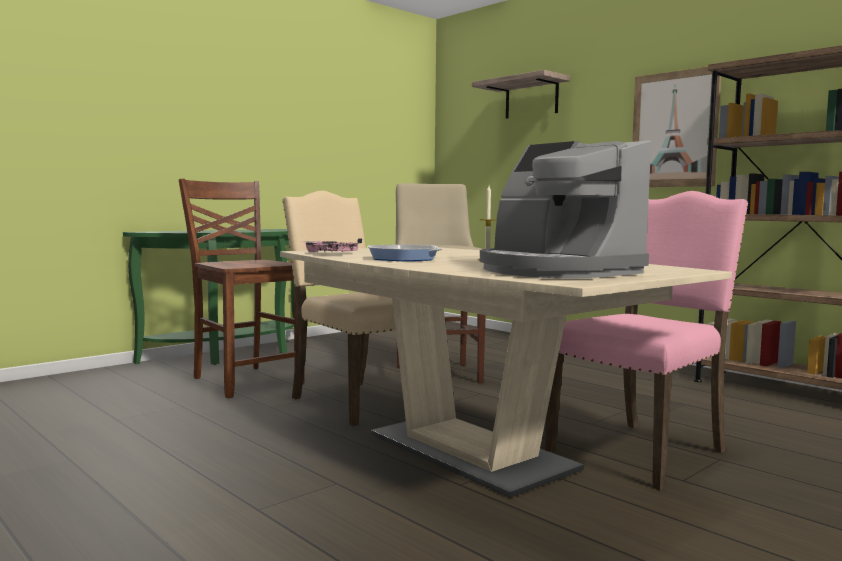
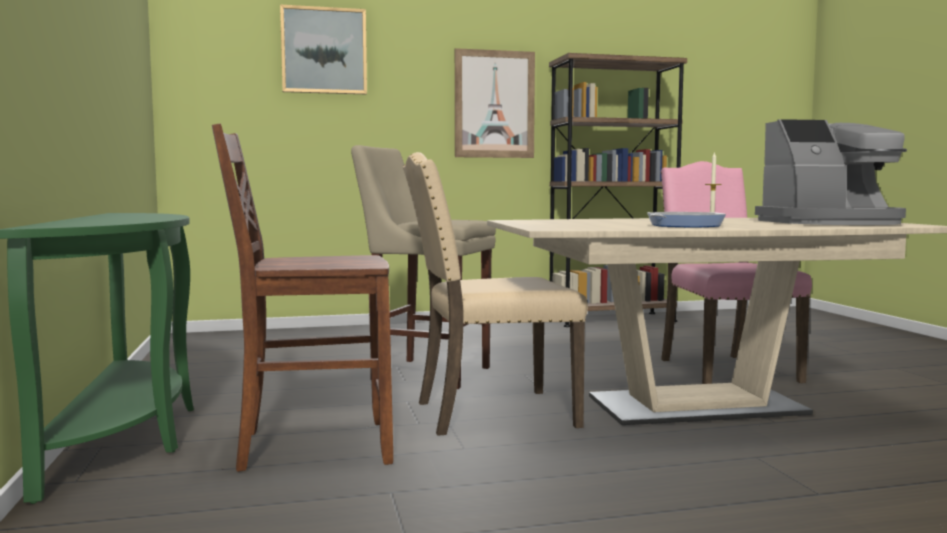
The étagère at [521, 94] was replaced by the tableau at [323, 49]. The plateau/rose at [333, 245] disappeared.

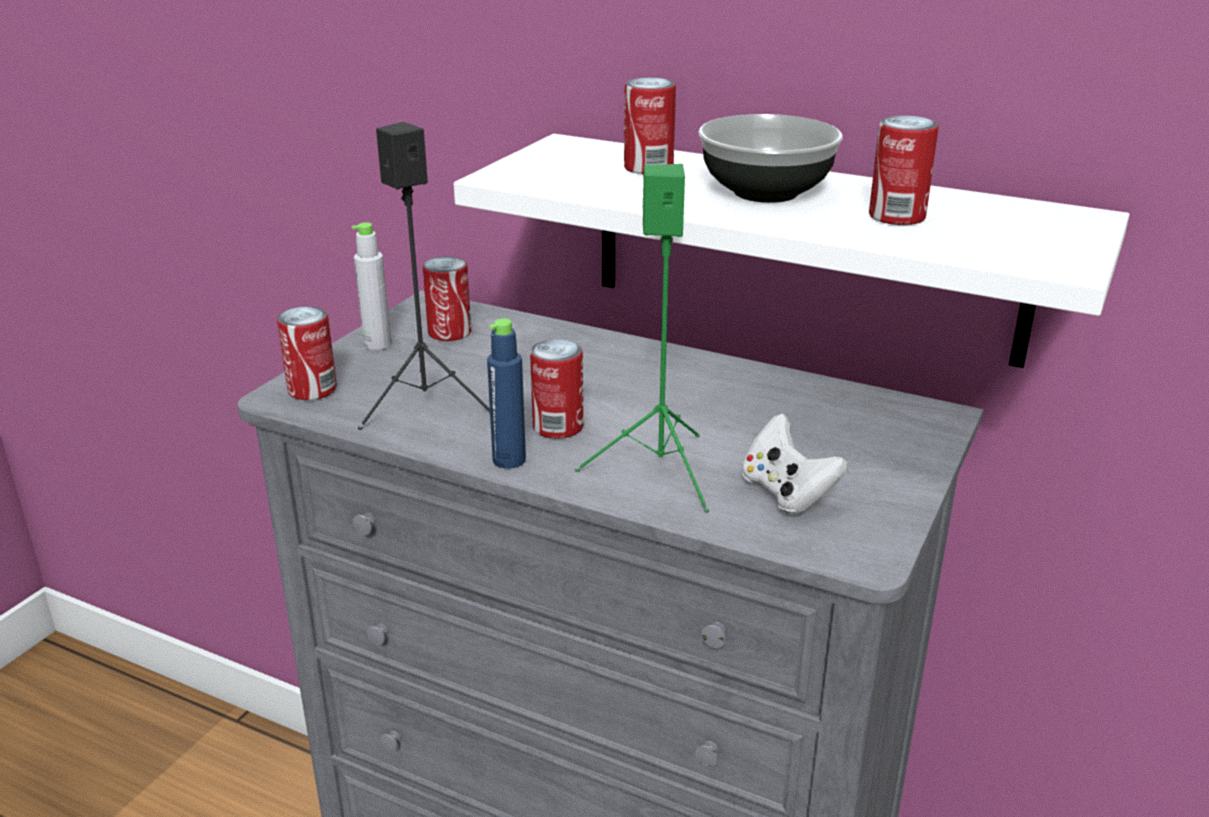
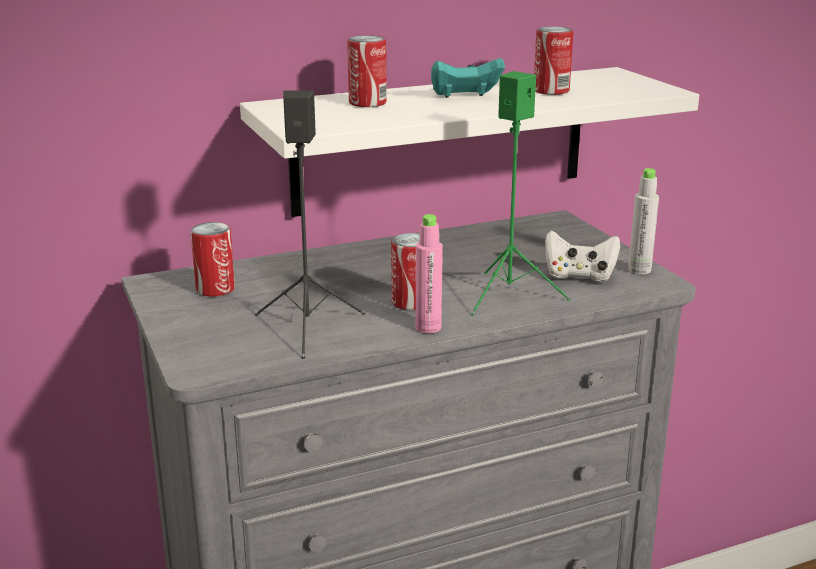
The bouteille/bleu at [506, 393] became the bouteille/rose at [429, 273]. The bol at [770, 158] was replaced by the manette/turquoise at [468, 78]. The bouteille/gris moved from [371, 286] to [643, 221]. The boîte métallique at [307, 353] disappeared.

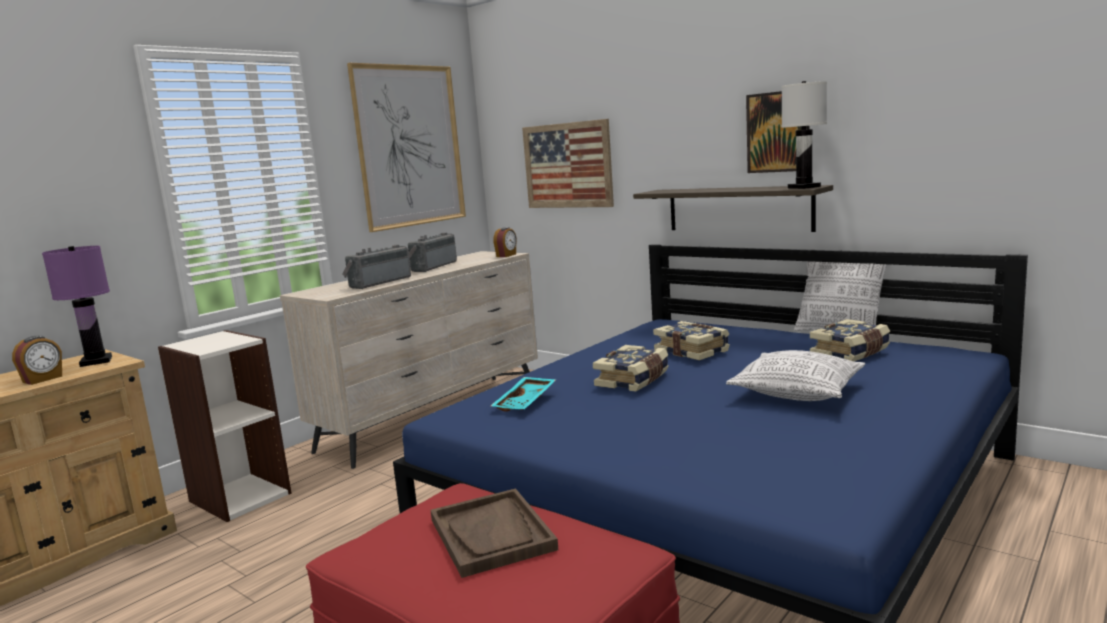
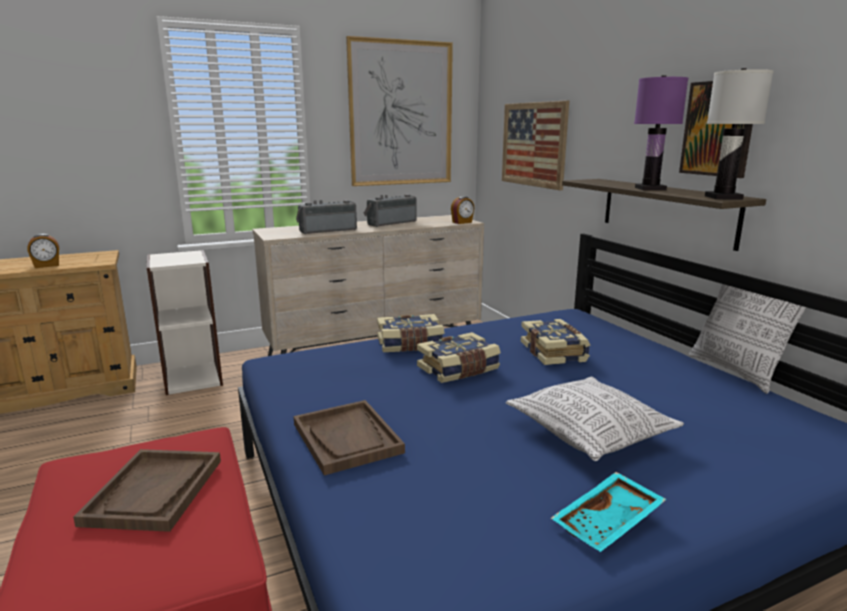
The plateau/marron at [349, 437] appeared. The livre moved from [850, 340] to [410, 333]. The plateau/turquoise moved from [524, 394] to [609, 512]. The lampe de table/violet moved from [77, 306] to [661, 132].

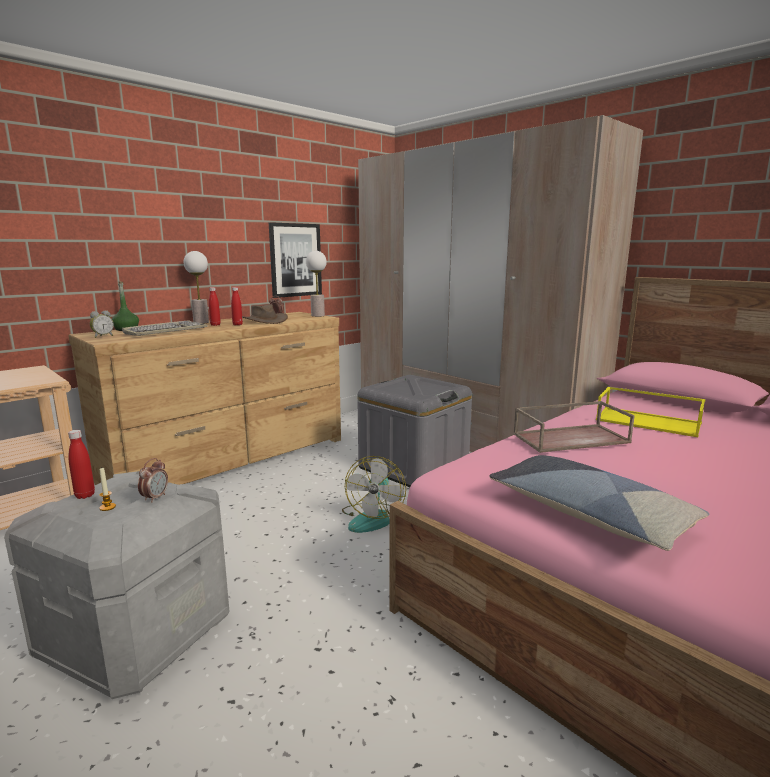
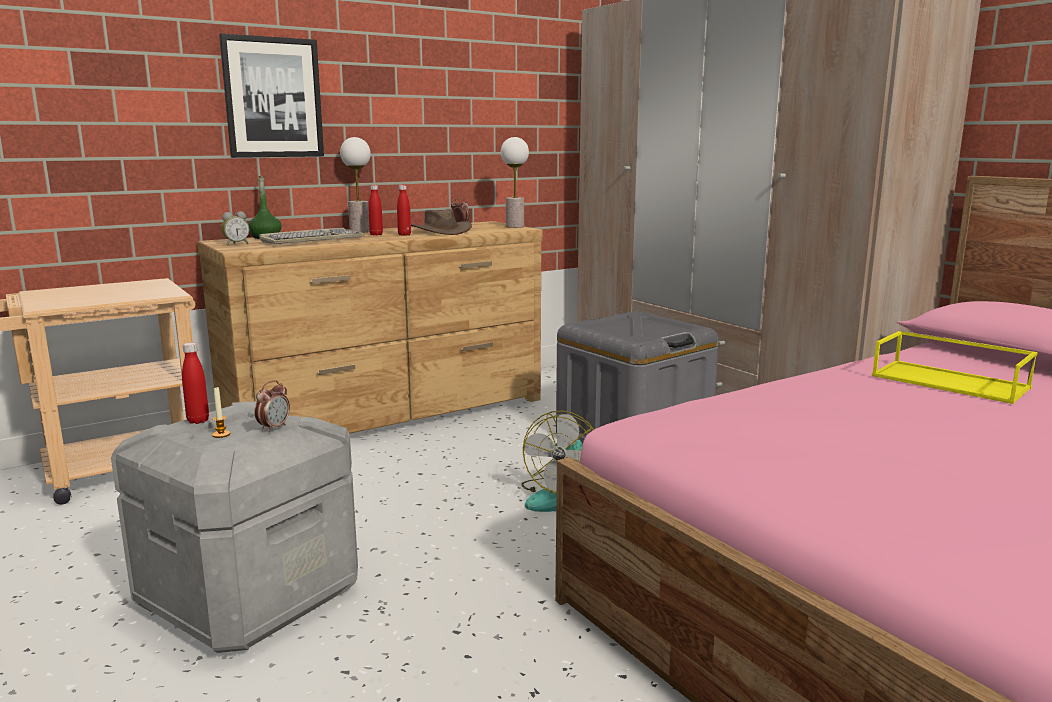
The tableau moved from [295, 260] to [271, 96]. The coussin at [599, 503] disappeared. The plateau/marron at [574, 427] disappeared.

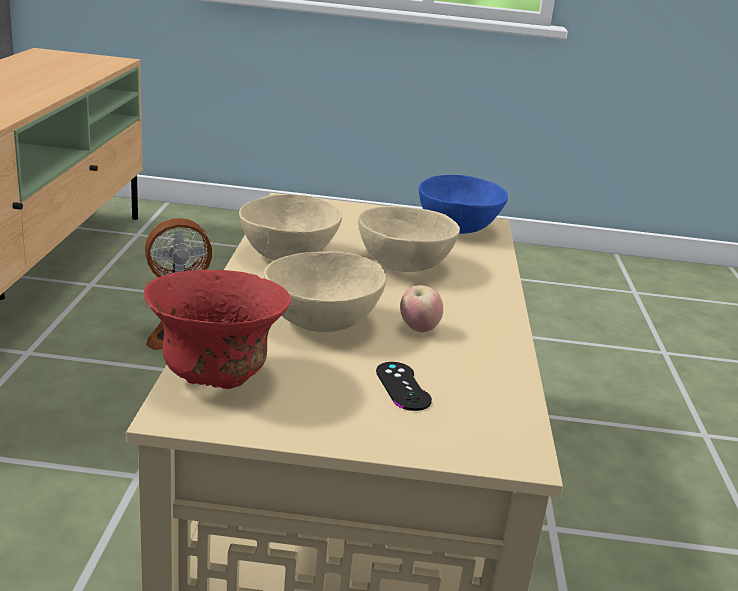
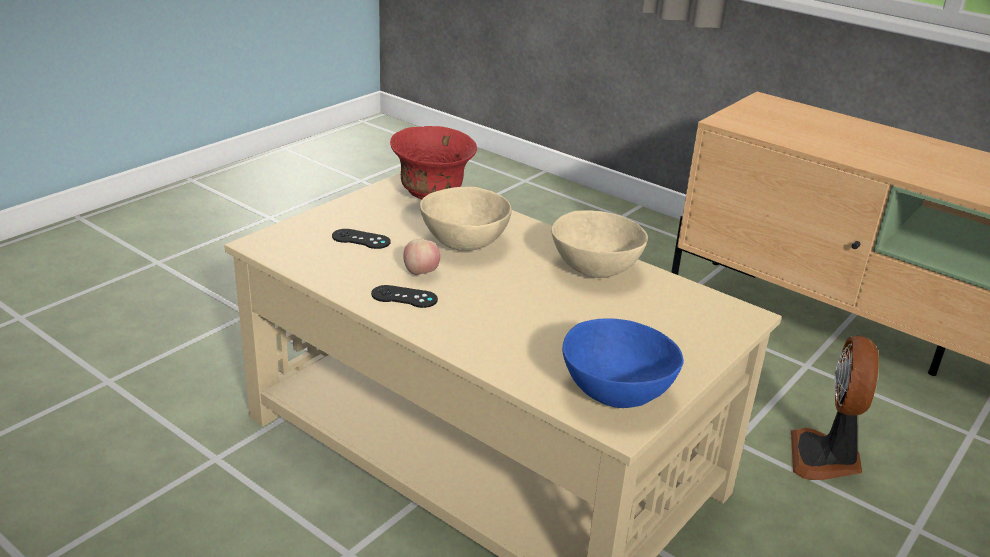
The manette/noir at [404, 296] appeared. The bol/beige at [409, 239] disappeared.

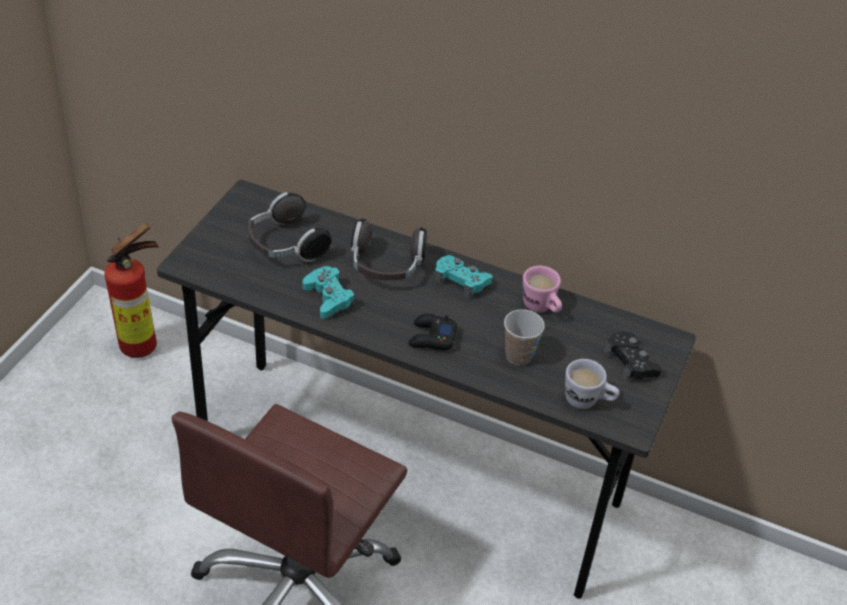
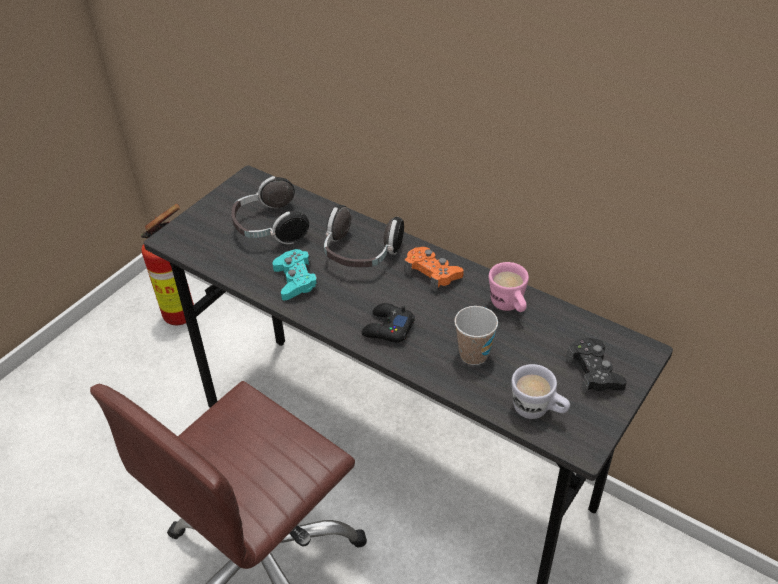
The manette/turquoise at [463, 277] became the manette/orange at [434, 269].

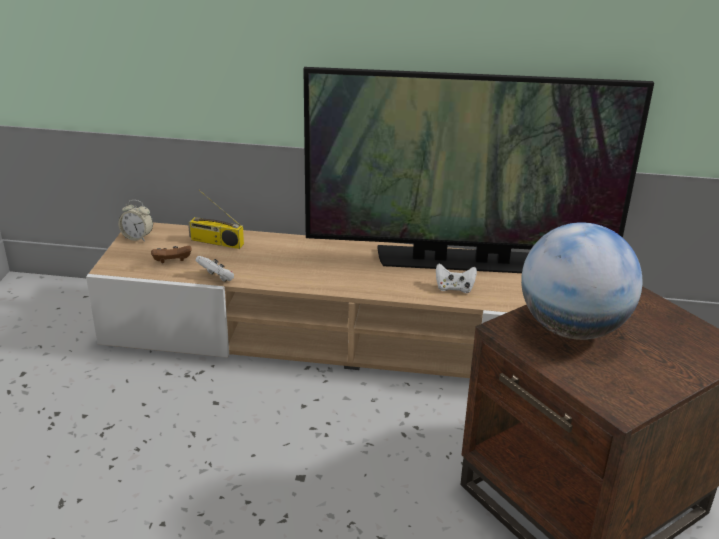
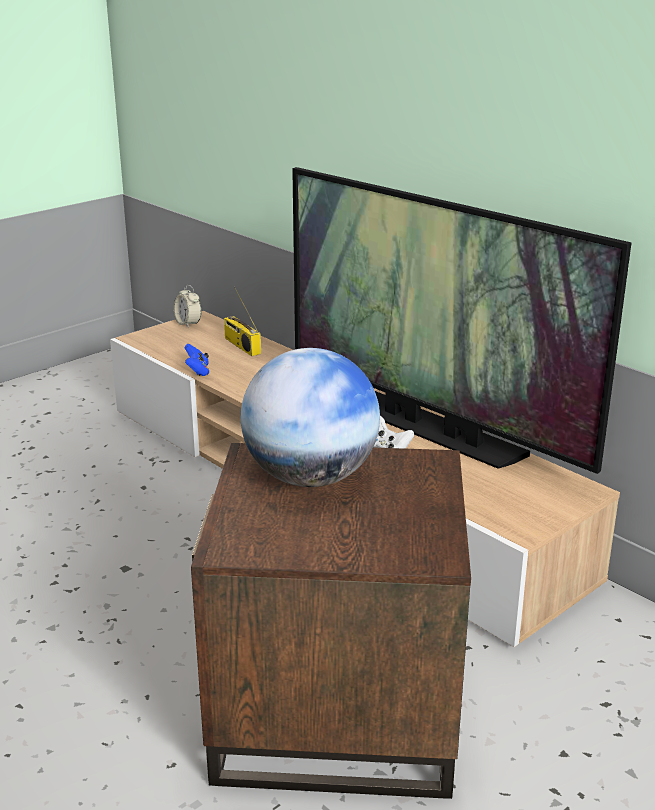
The manette/blanc at [215, 269] became the manette/bleu at [197, 360]. The manette/marron at [171, 254] disappeared.

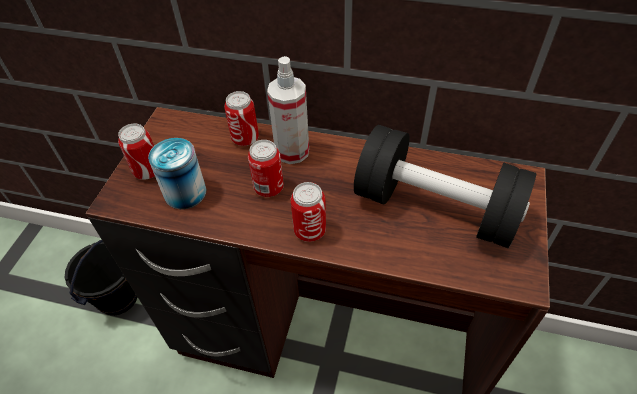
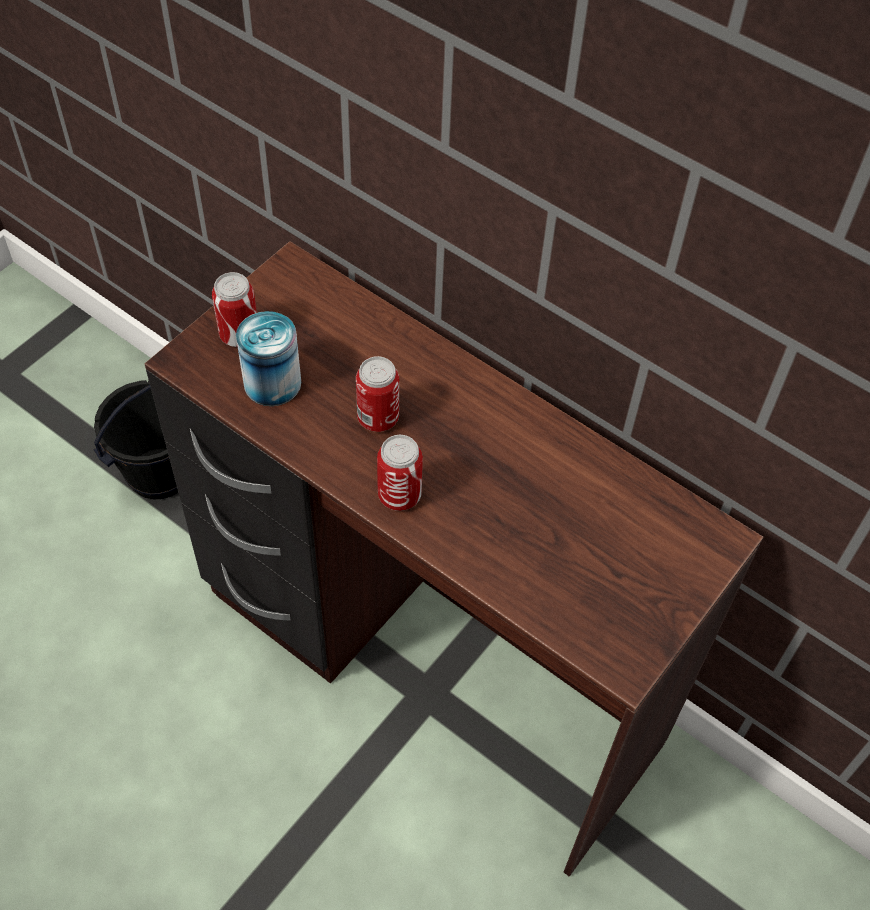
The boîte métallique at [241, 118] disappeared. The vaporisateur at [288, 110] disappeared. The haltère/noir at [445, 186] disappeared.

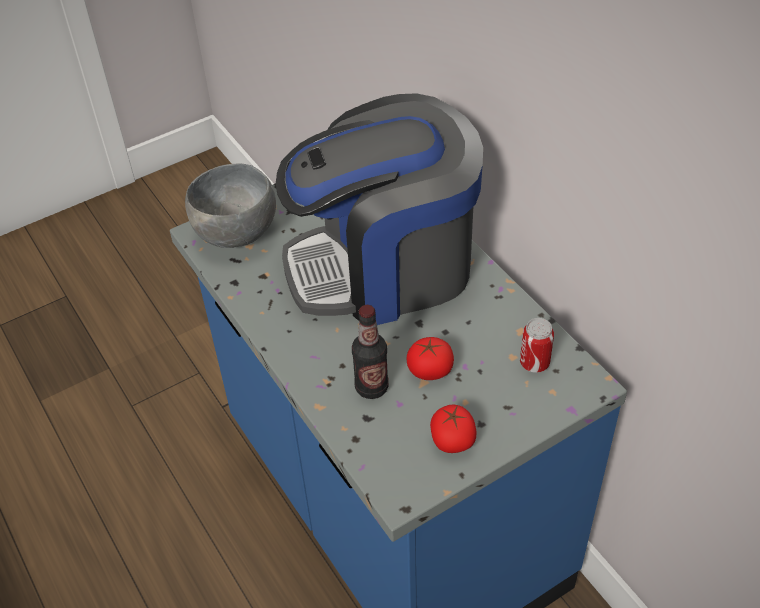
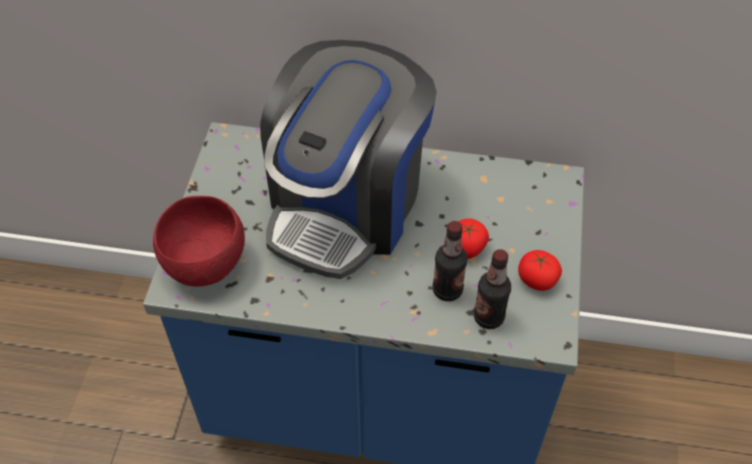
The bol/gris at [230, 205] became the bol/rouge at [199, 241]. The bouteille at [492, 289] appeared. The boîte métallique at [537, 345] disappeared.

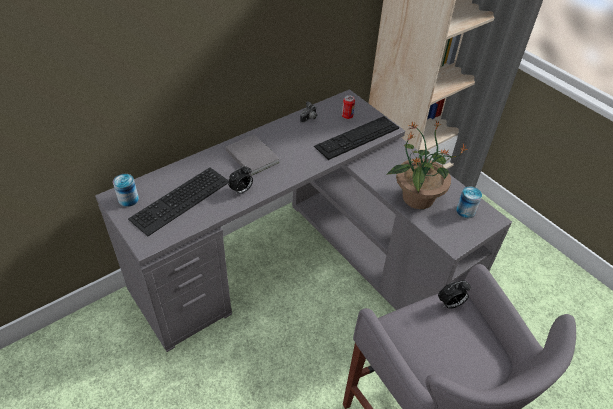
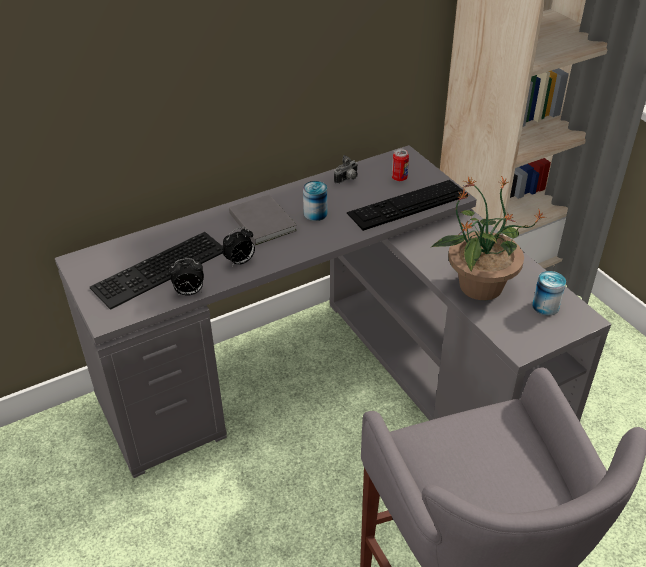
The réveil moved from [454, 294] to [186, 277]. The boîte métallique moved from [126, 190] to [315, 201].

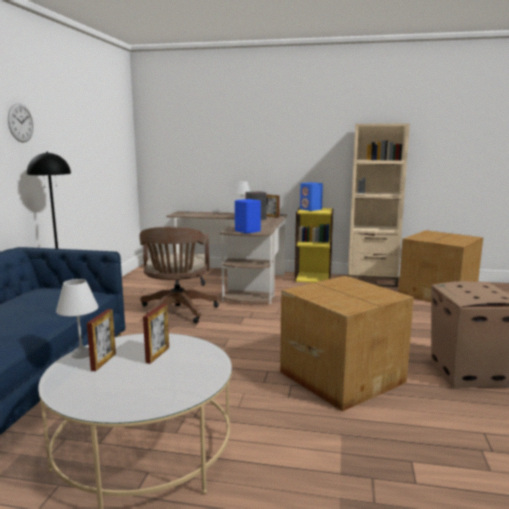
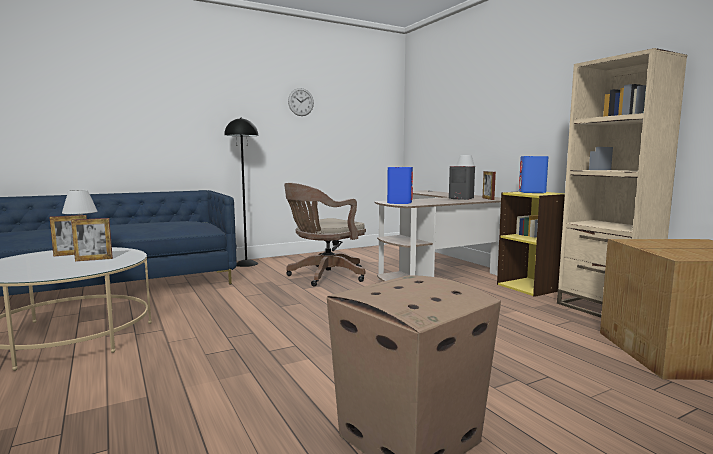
The horloge murale moved from [21, 123] to [301, 102]. The carton at [347, 344] disappeared.

